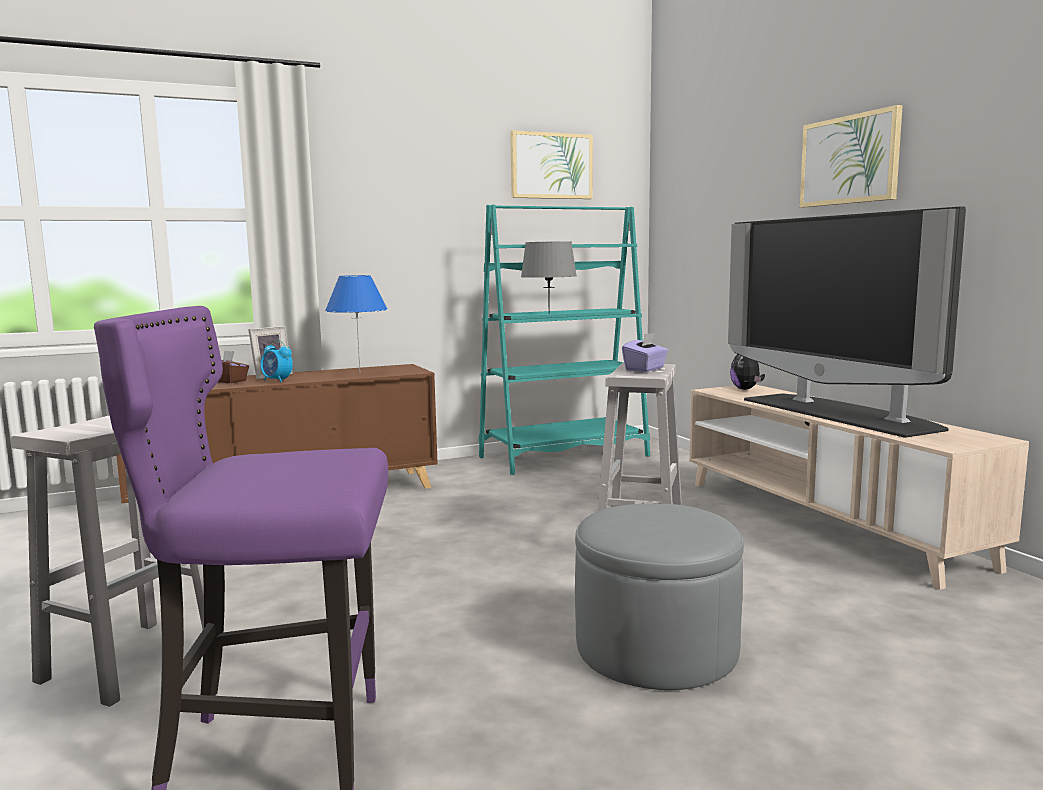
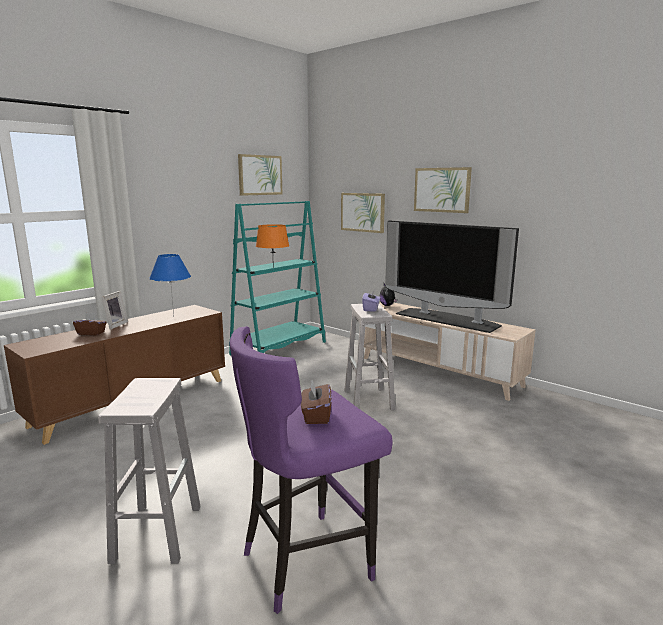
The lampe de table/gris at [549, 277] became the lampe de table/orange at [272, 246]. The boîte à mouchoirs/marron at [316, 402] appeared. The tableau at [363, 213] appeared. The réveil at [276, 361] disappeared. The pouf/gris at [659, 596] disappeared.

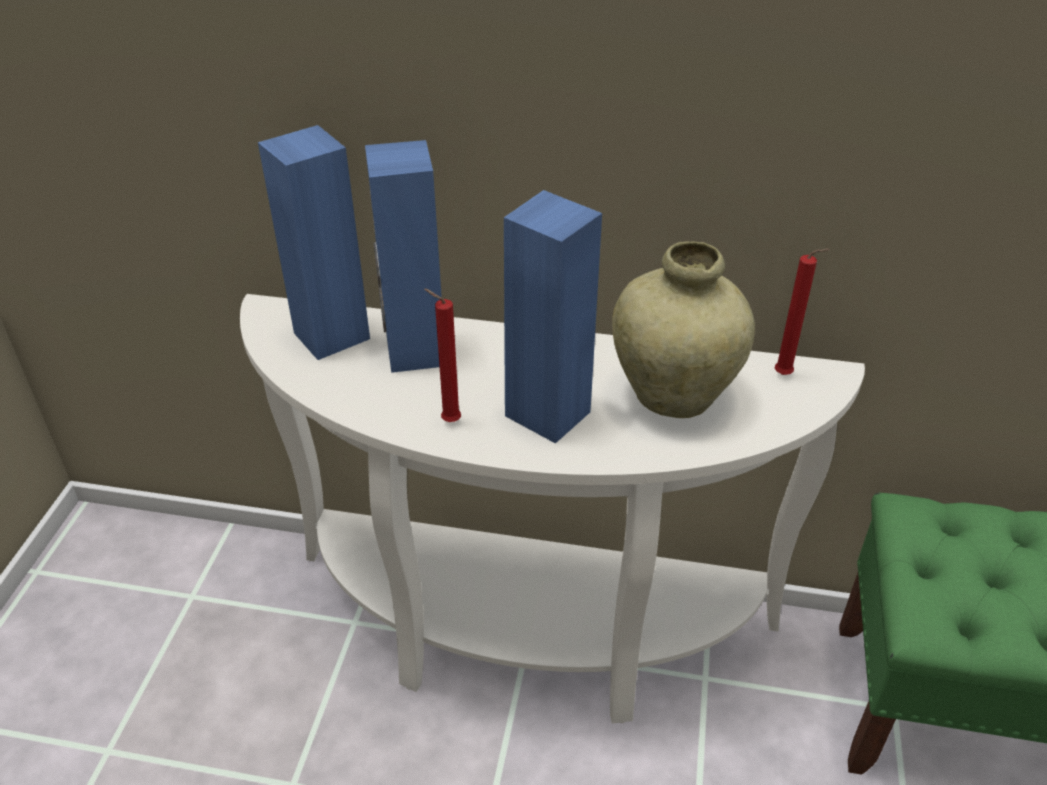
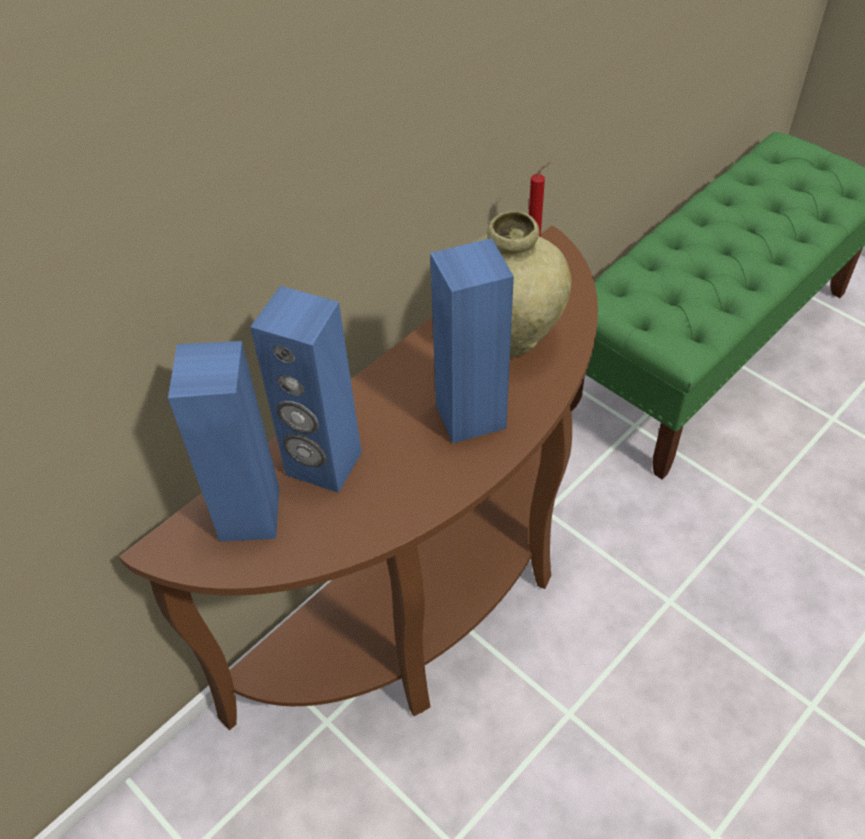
The table console/blanc at [552, 508] became the table console/marron at [358, 478]. The bougie/rouge at [442, 355] disappeared.

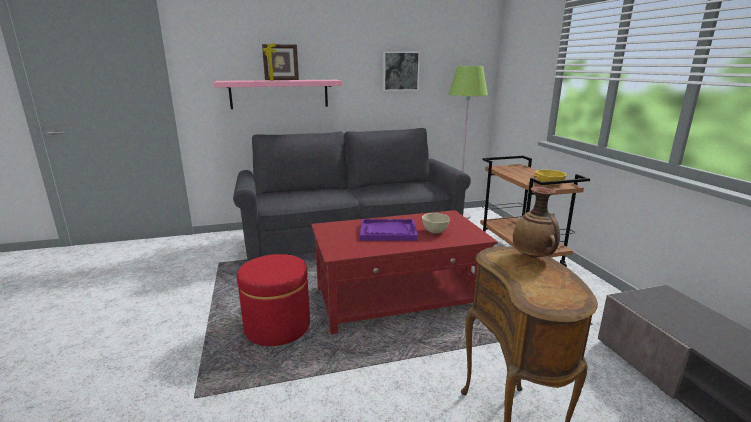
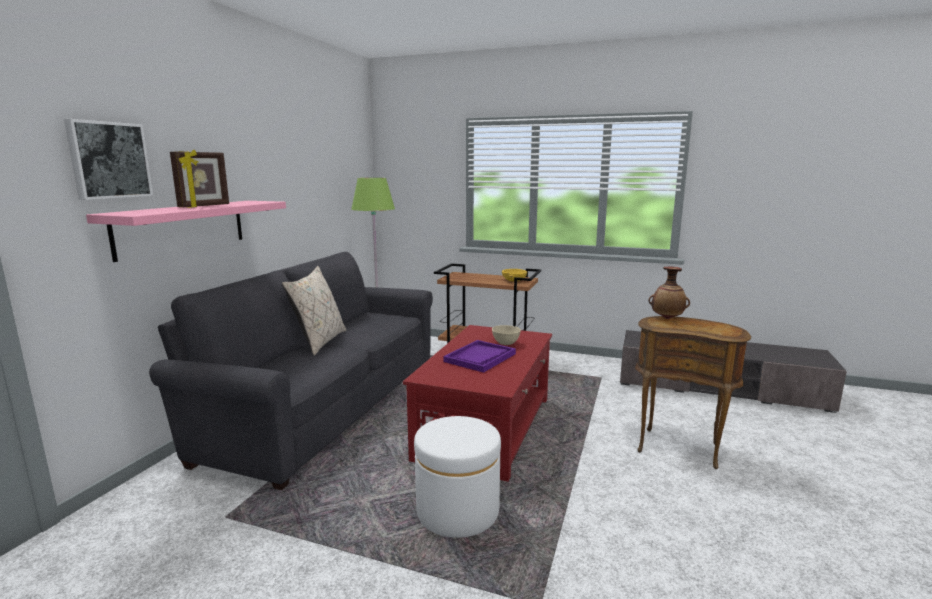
The tableau moved from [401, 71] to [108, 159]. The coussin/beige at [314, 311] appeared. The pouf/rouge at [273, 300] became the pouf/blanc at [457, 477].

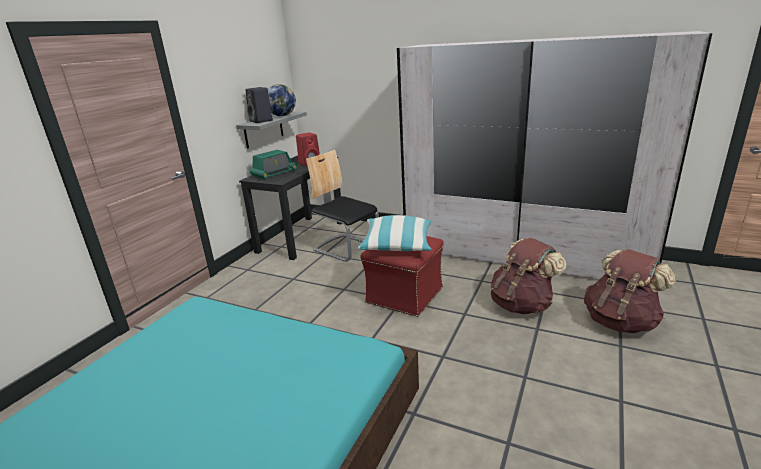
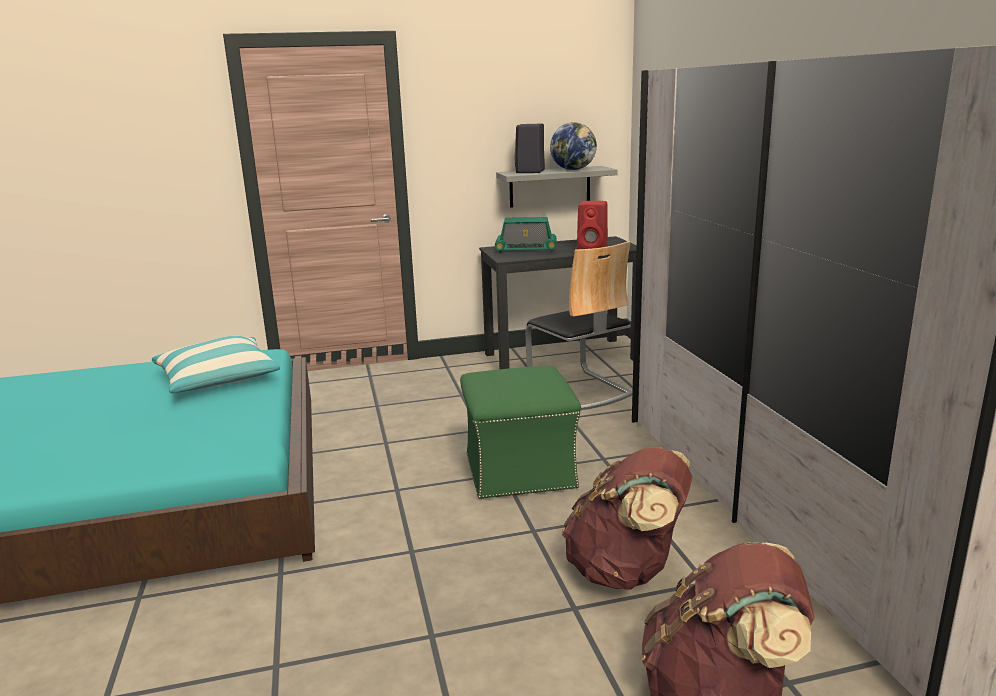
The coussin moved from [394, 233] to [216, 364]. The pouf/rouge at [402, 276] became the pouf/vert at [520, 432]. The chaise at [342, 206] turned 150 degrees clockwise.

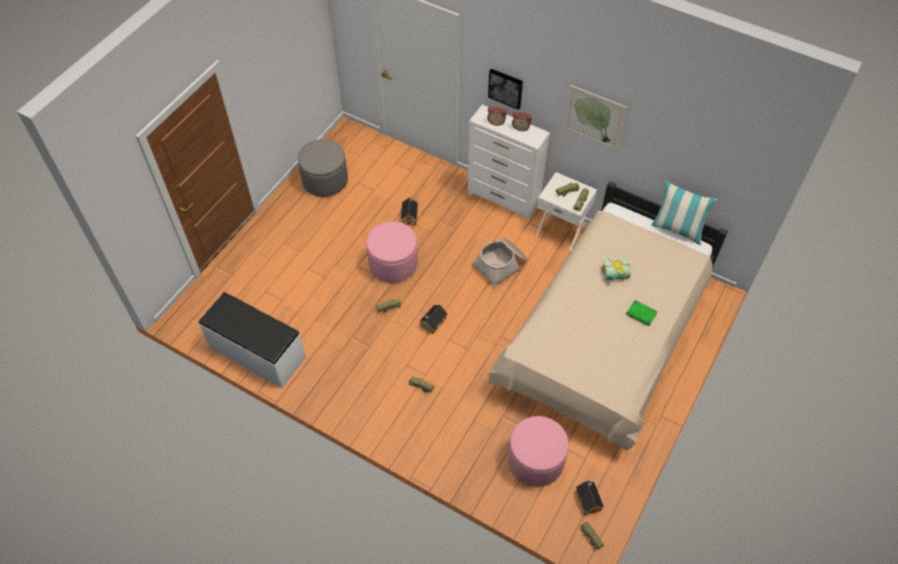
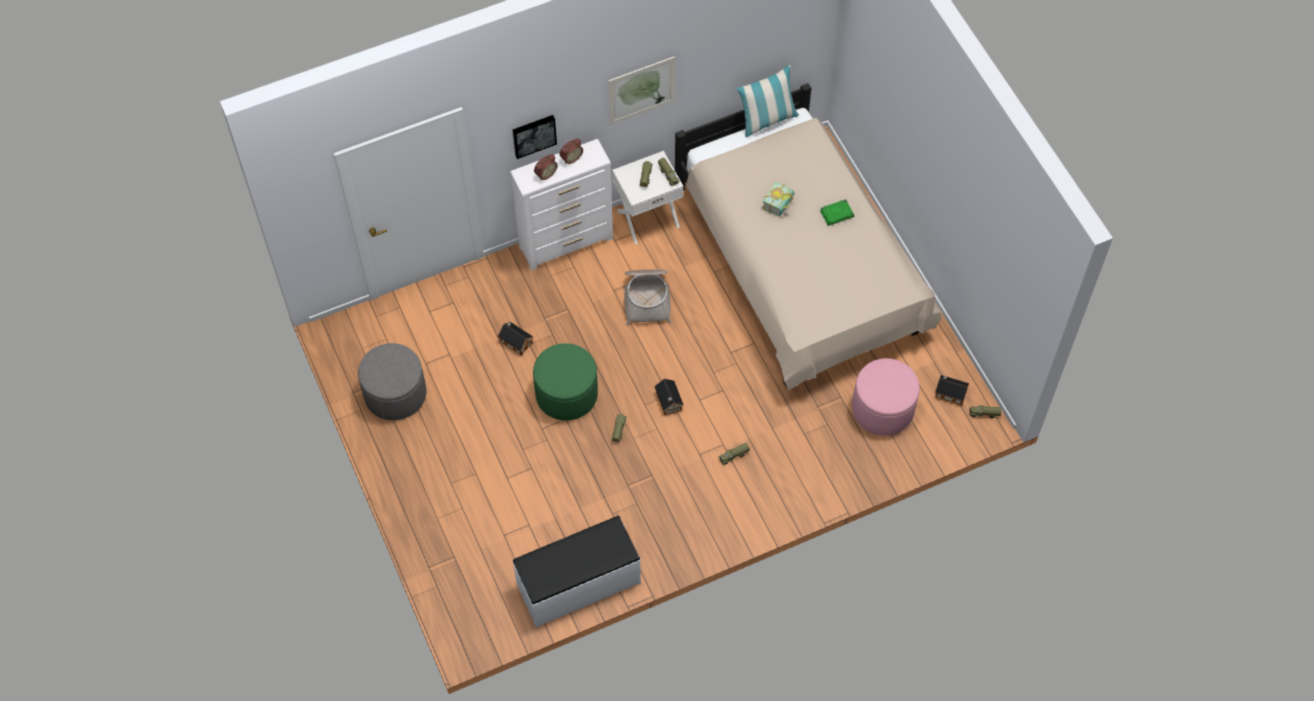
The pouf/rose at [392, 252] became the pouf/vert at [565, 382].

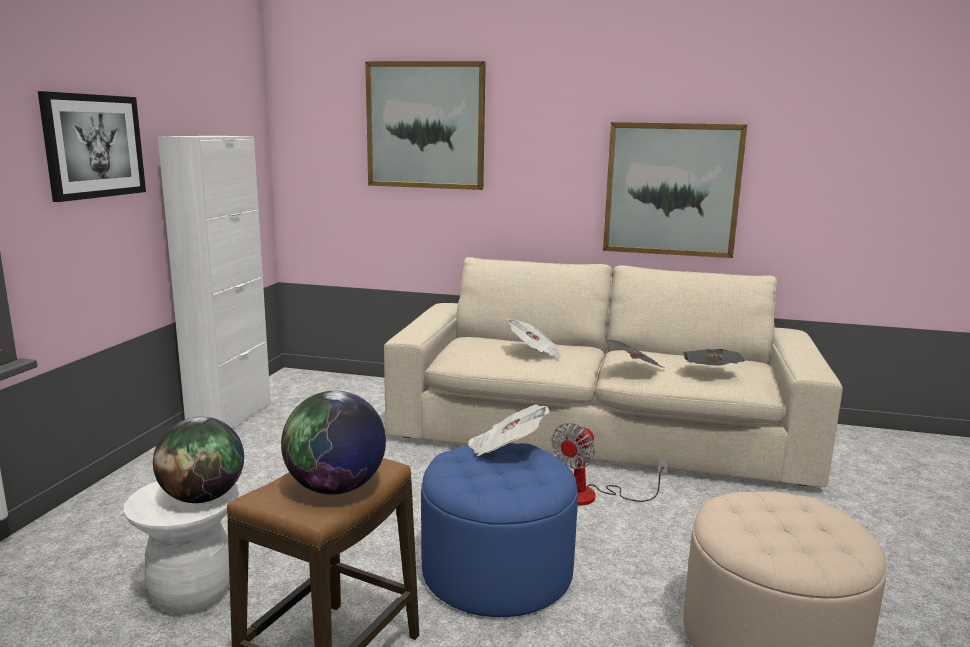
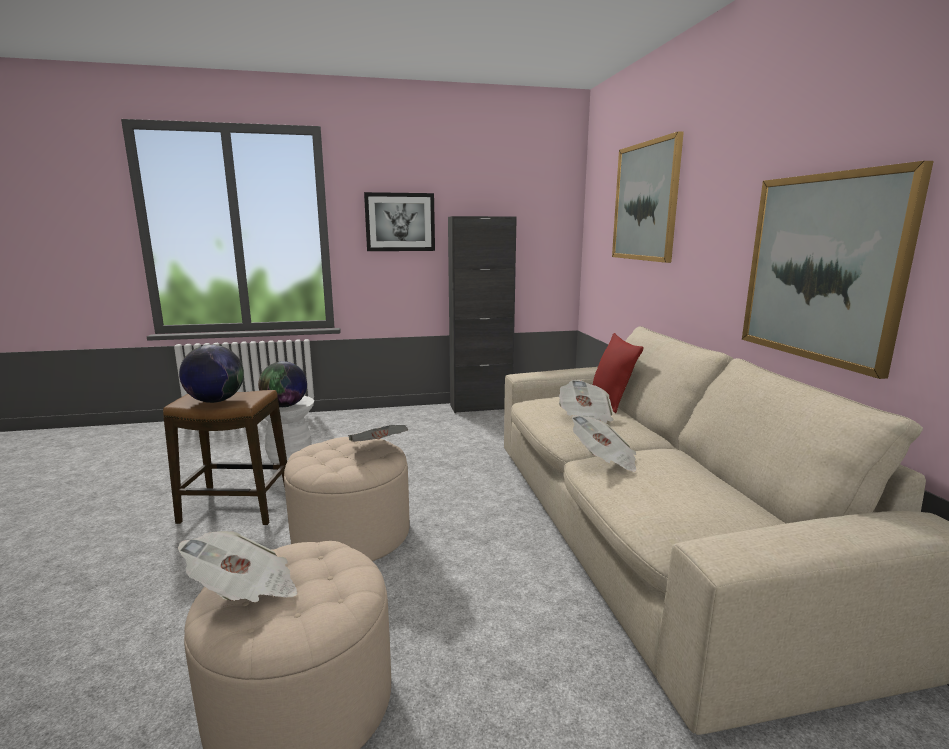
The journal moved from [713, 357] to [238, 566]. The pouf/bleu at [499, 530] became the pouf/beige at [346, 499]. The meuble de rangement/blanc at [214, 282] became the meuble de rangement/noir at [482, 314]. The coussin/rouge at [618, 373] appeared. The ventilateur at [609, 464] disappeared.

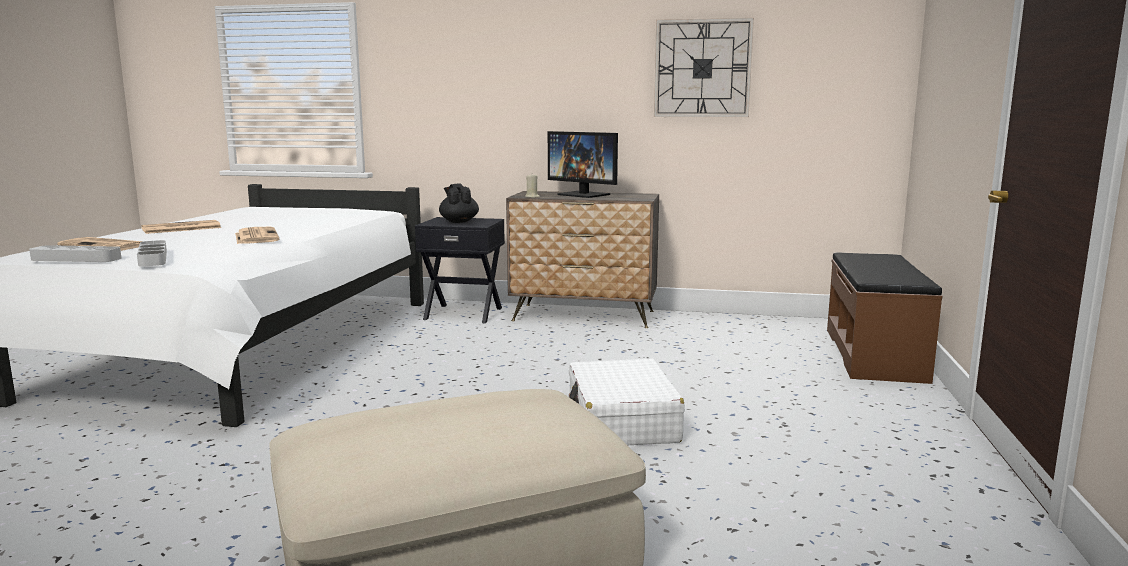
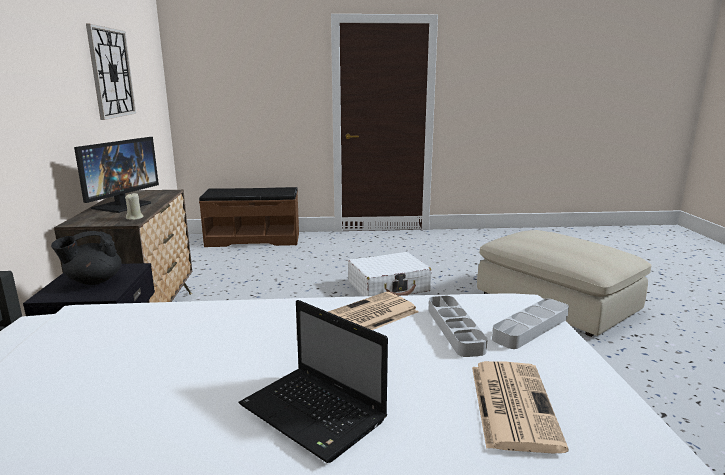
The journal at [181, 227] was replaced by the ordinateur portable at [313, 381]. The plateau/gris moved from [75, 253] to [458, 326].

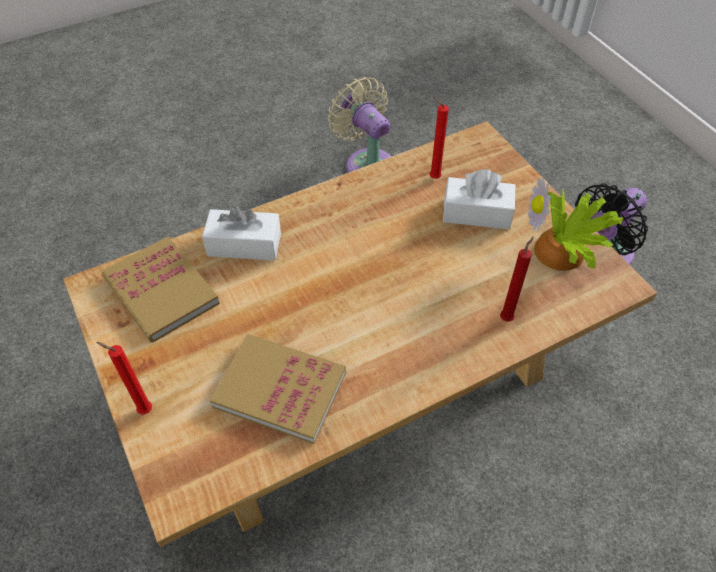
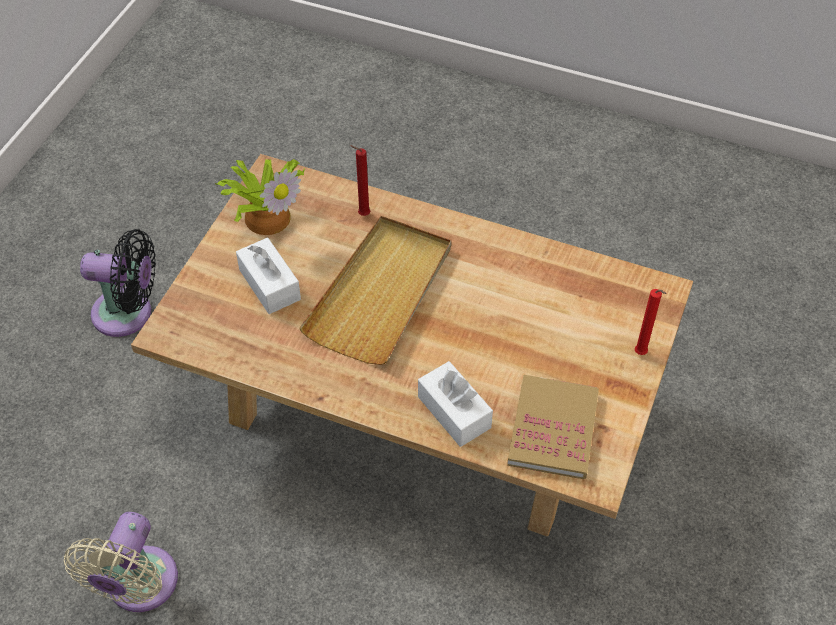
The plateau/beige at [375, 290] appeared. The livre at [277, 389] disappeared. The bougie/rouge at [439, 138] disappeared.

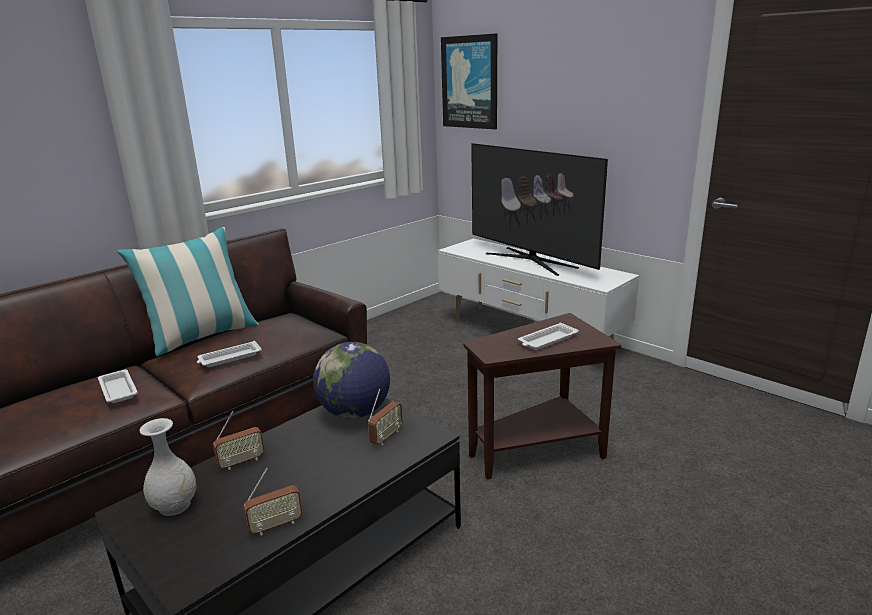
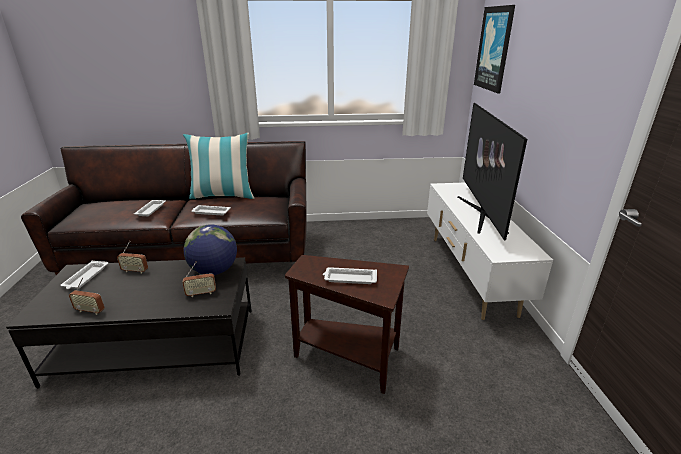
The vase/blanc at [168, 467] was replaced by the plateau/blanc at [84, 275].

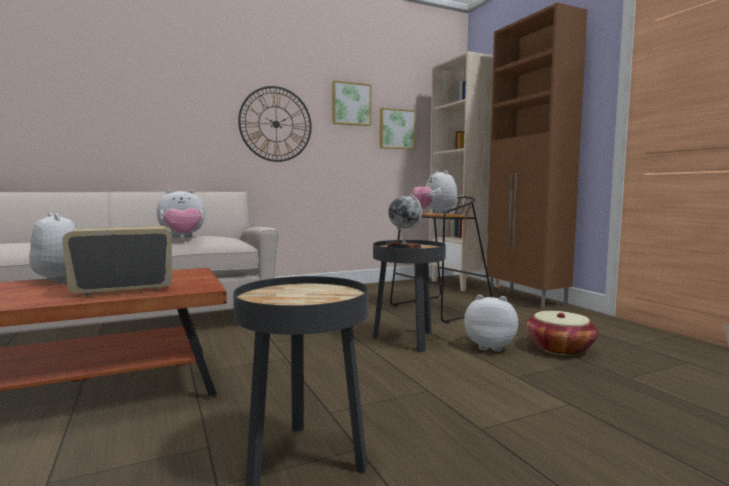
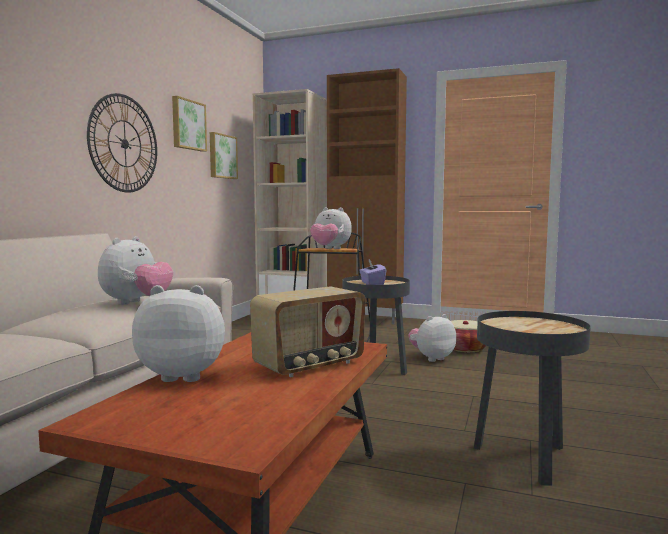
The radio at [117, 261] turned 150 degrees counterclockwise. The globe at [404, 221] was replaced by the boîte à mouchoirs/violet at [373, 272].

